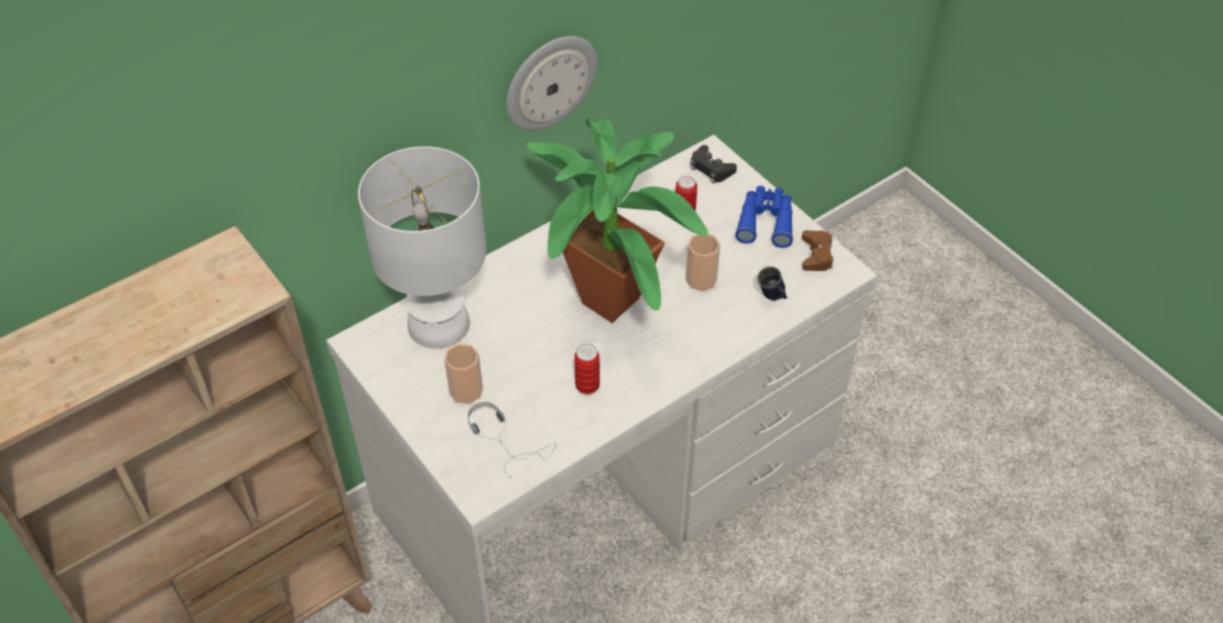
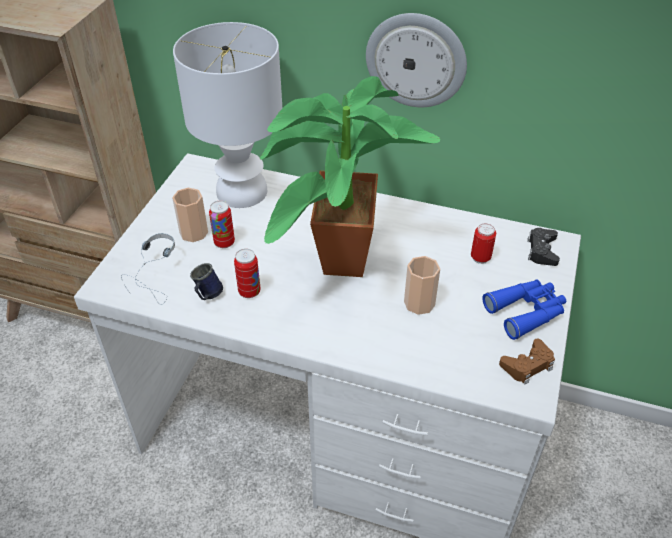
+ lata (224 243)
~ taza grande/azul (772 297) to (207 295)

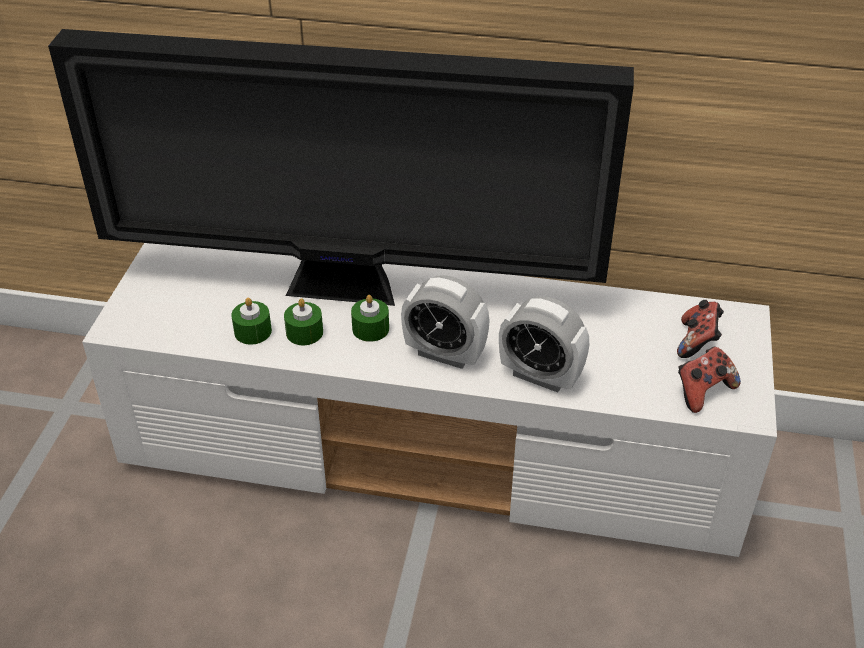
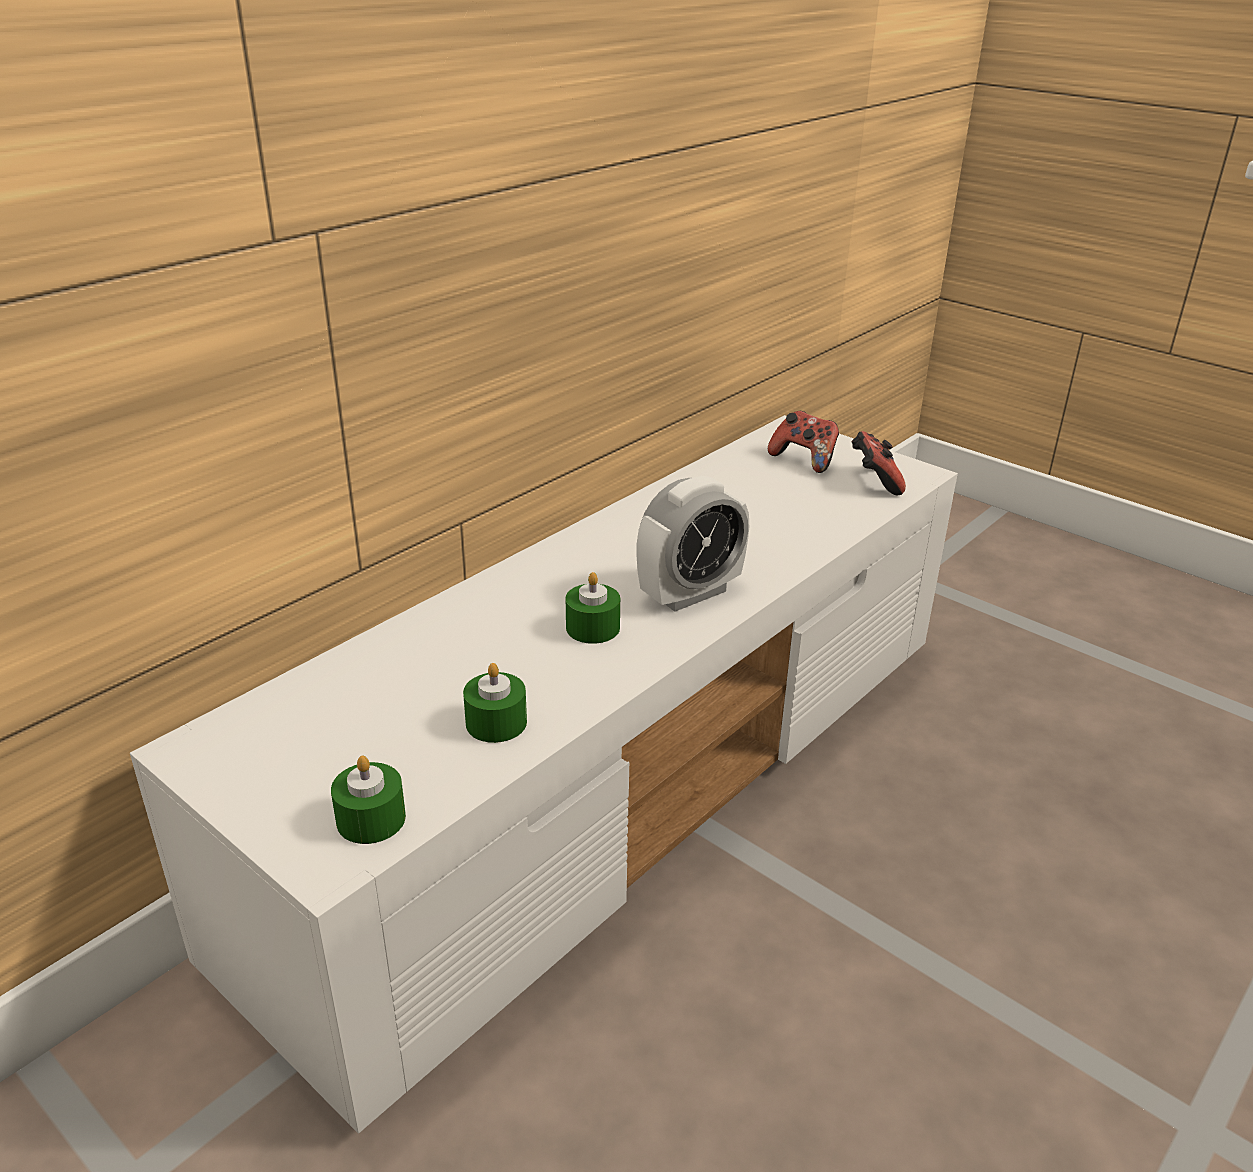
- televisor (351 291)
- despertador (540 376)
~ vela/verde (304 332) to (371 819)

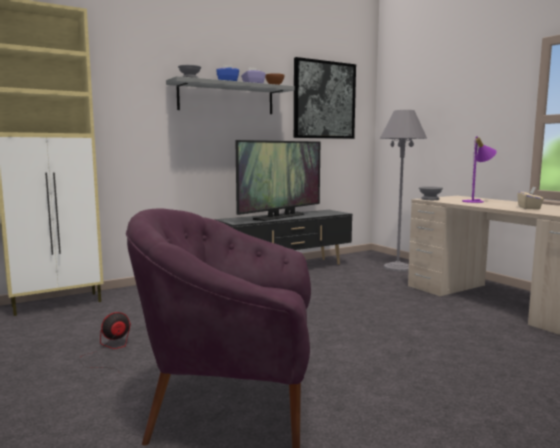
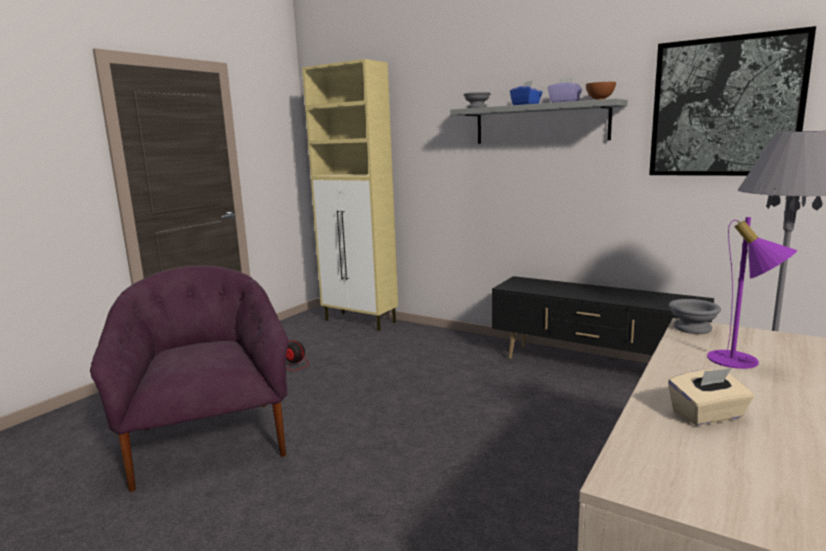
- televisor (280 217)

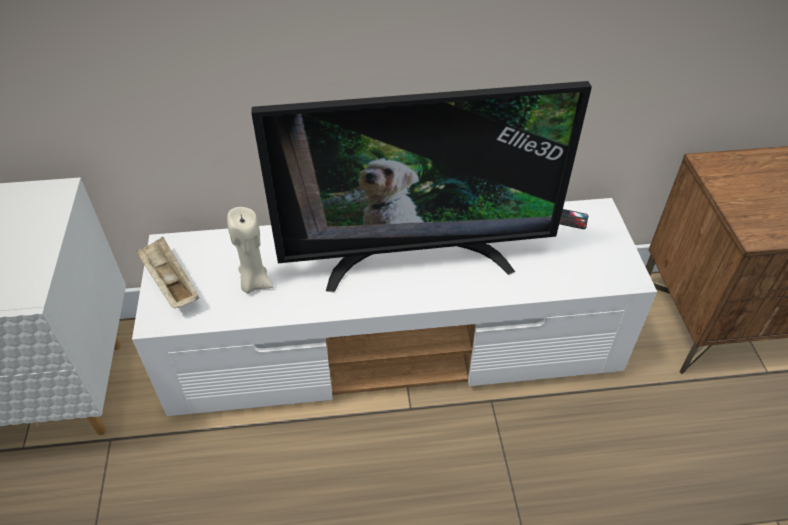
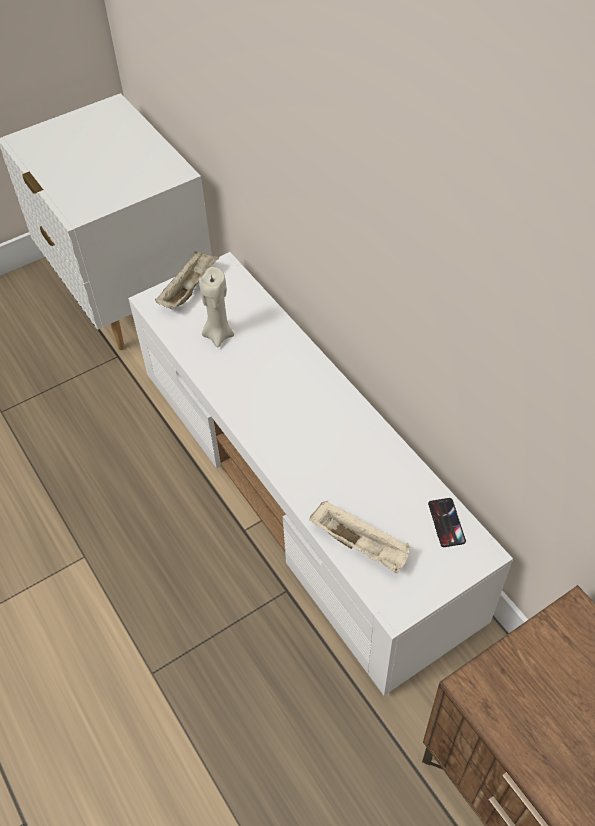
- televisor (416 257)
+ bandeja/beis (360 545)

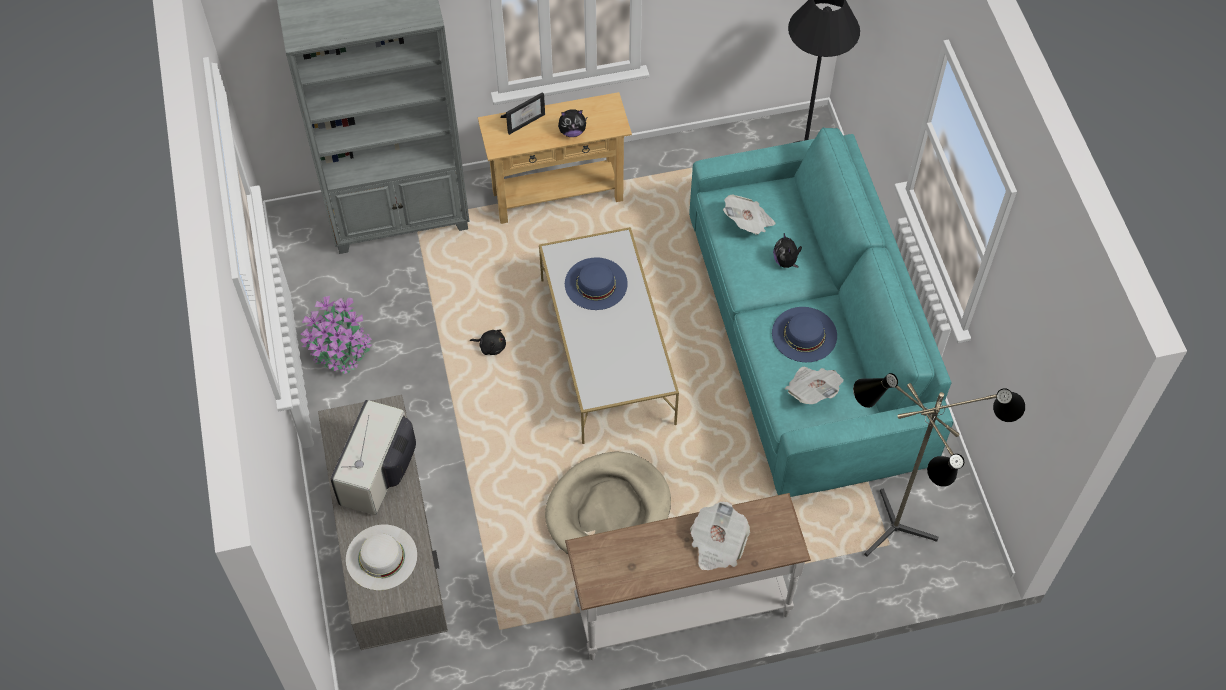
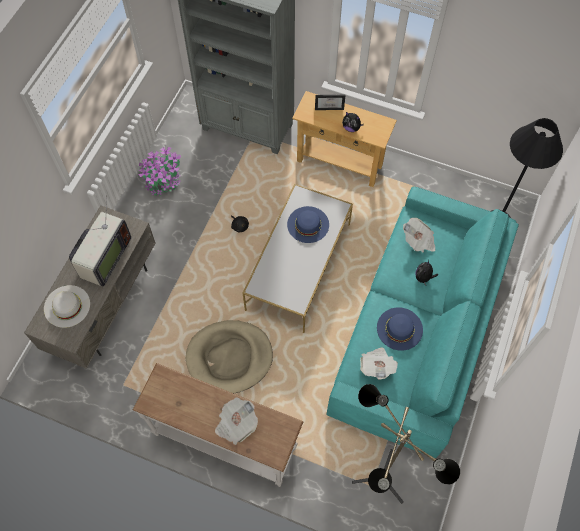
~ televisor (380 472) = (103 259) 150 degrees clockwise

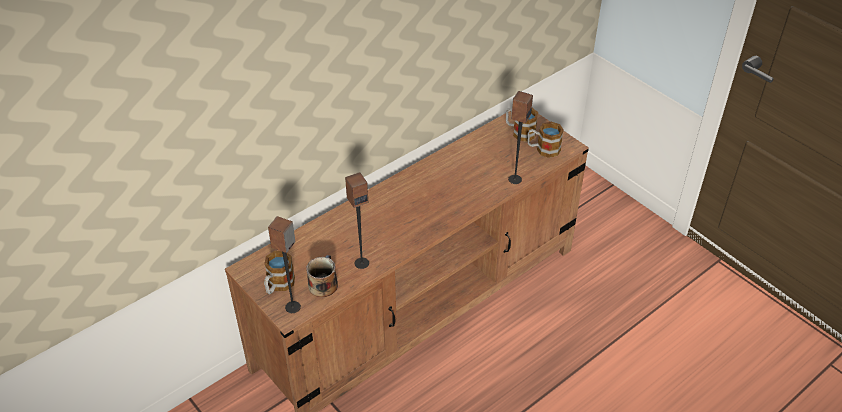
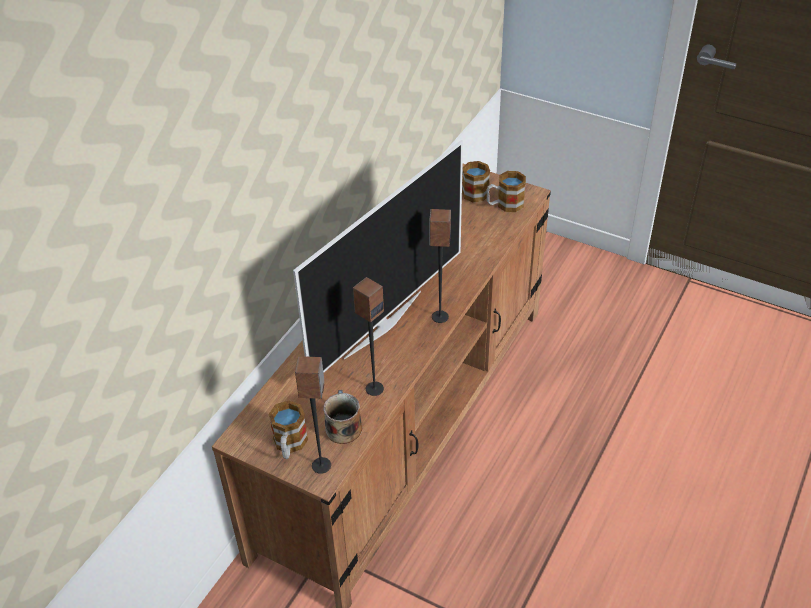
+ televisor (382 323)
~ altavoz (514 179) to (439 316)

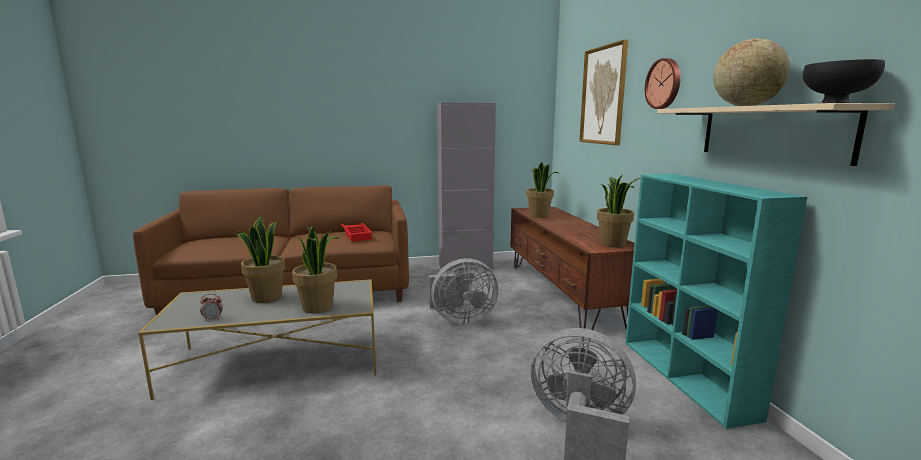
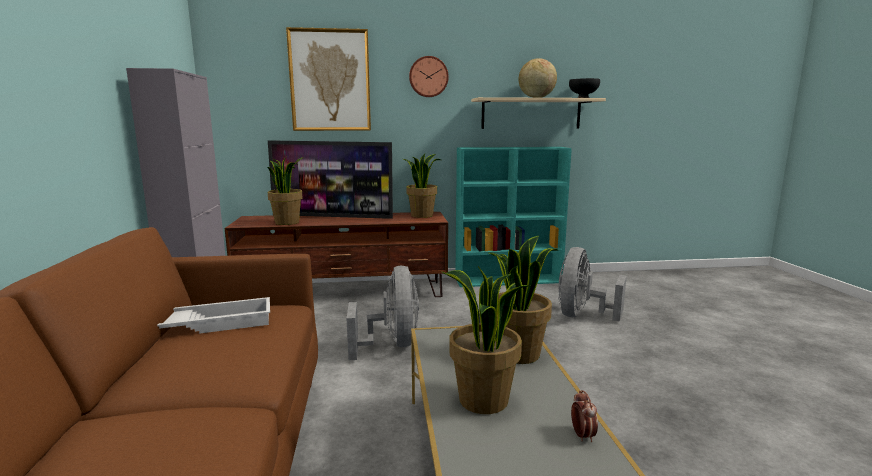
+ televisor (333 216)
~ bandeja/rojo (357 234) to bandeja/blanco (217 323)

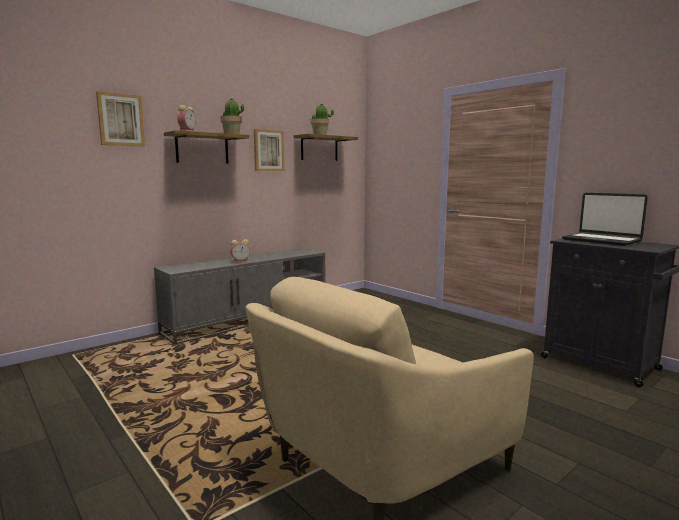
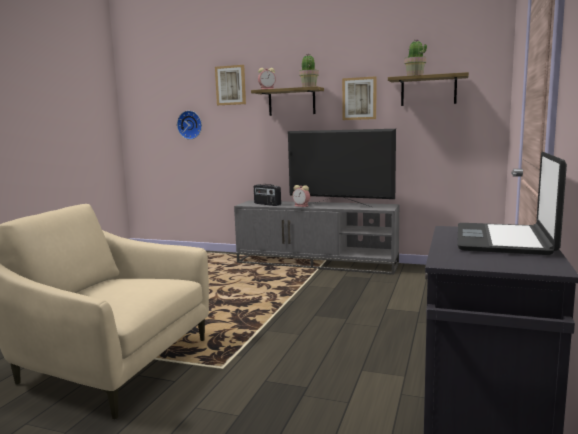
+ reloj de pared (190 125)
+ radio (267 204)
+ televisor (340 205)

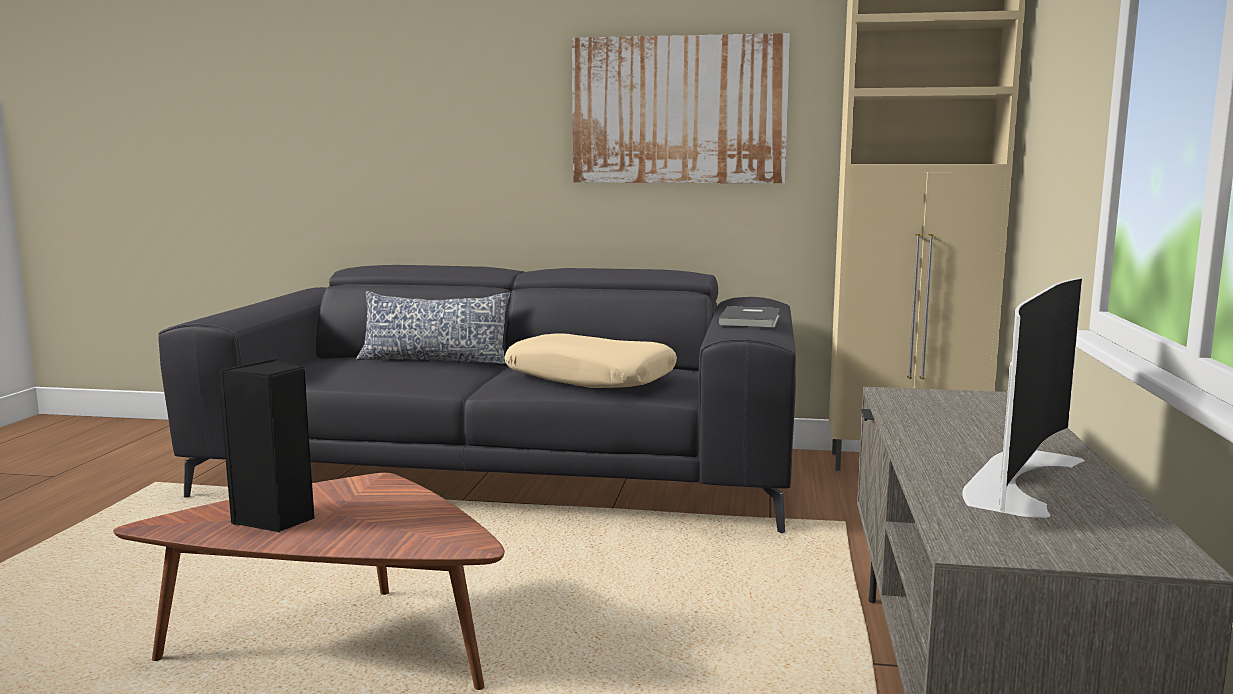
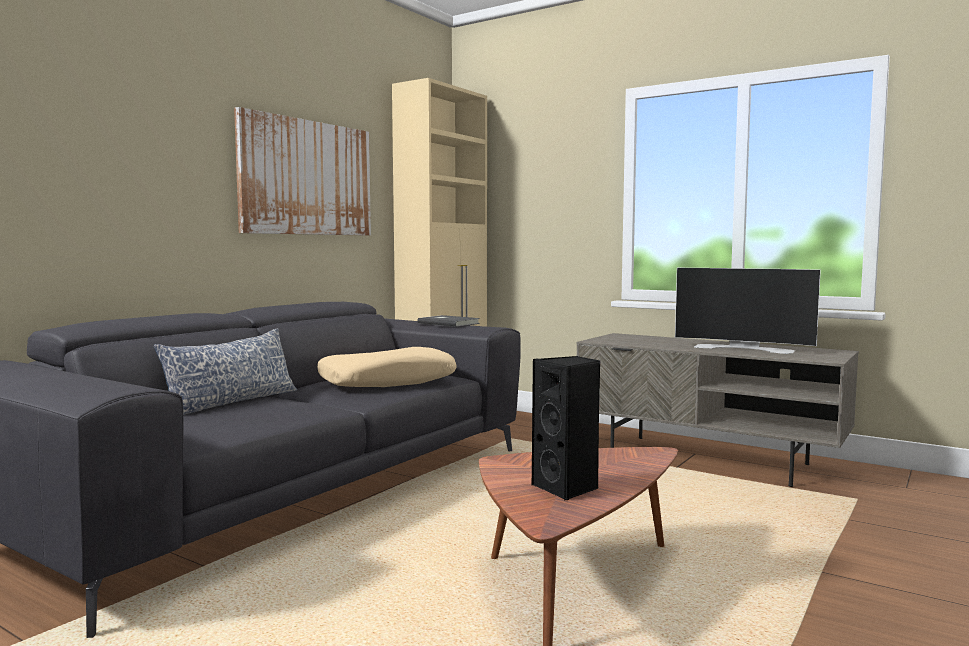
~ televisor (1015 476) = (744 348) 150 degrees clockwise

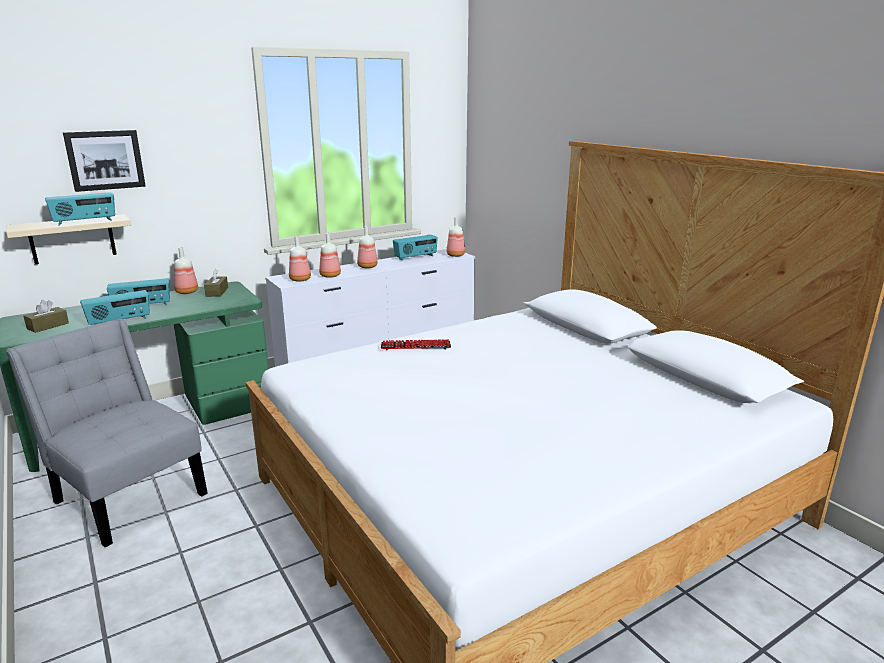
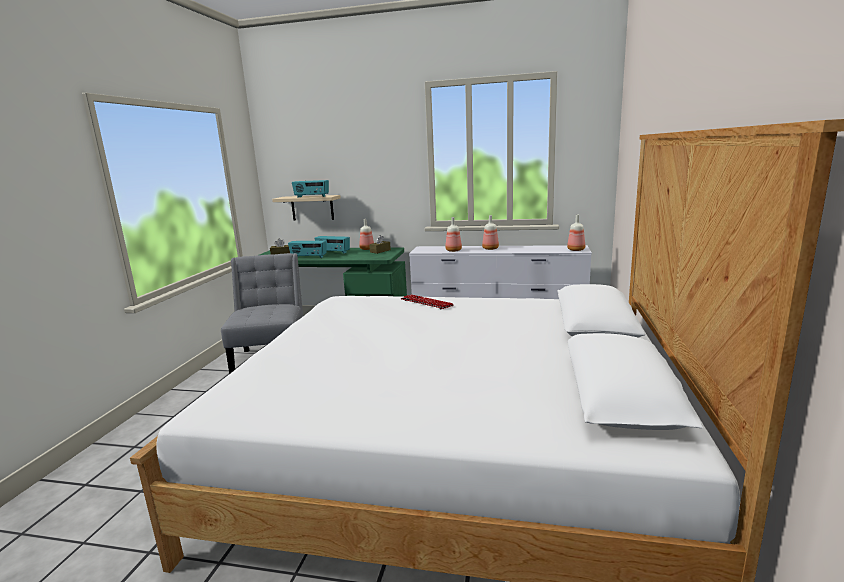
- cuadro (105 160)
- botella (301 279)
- radio (415 257)

